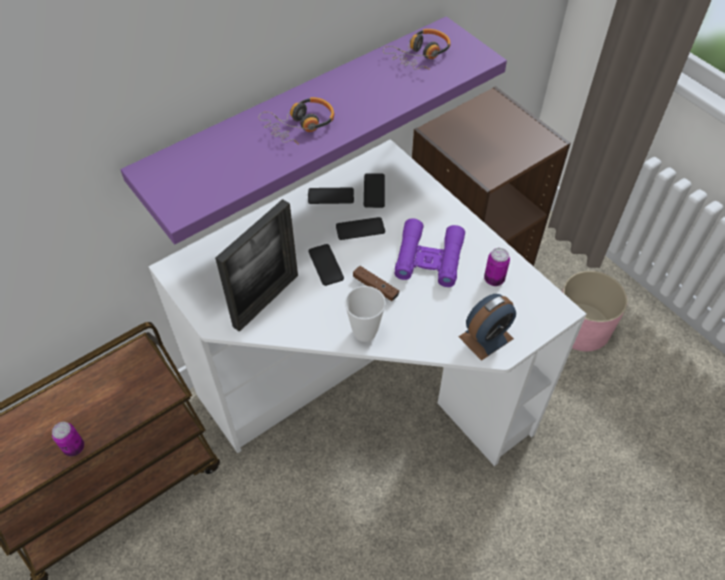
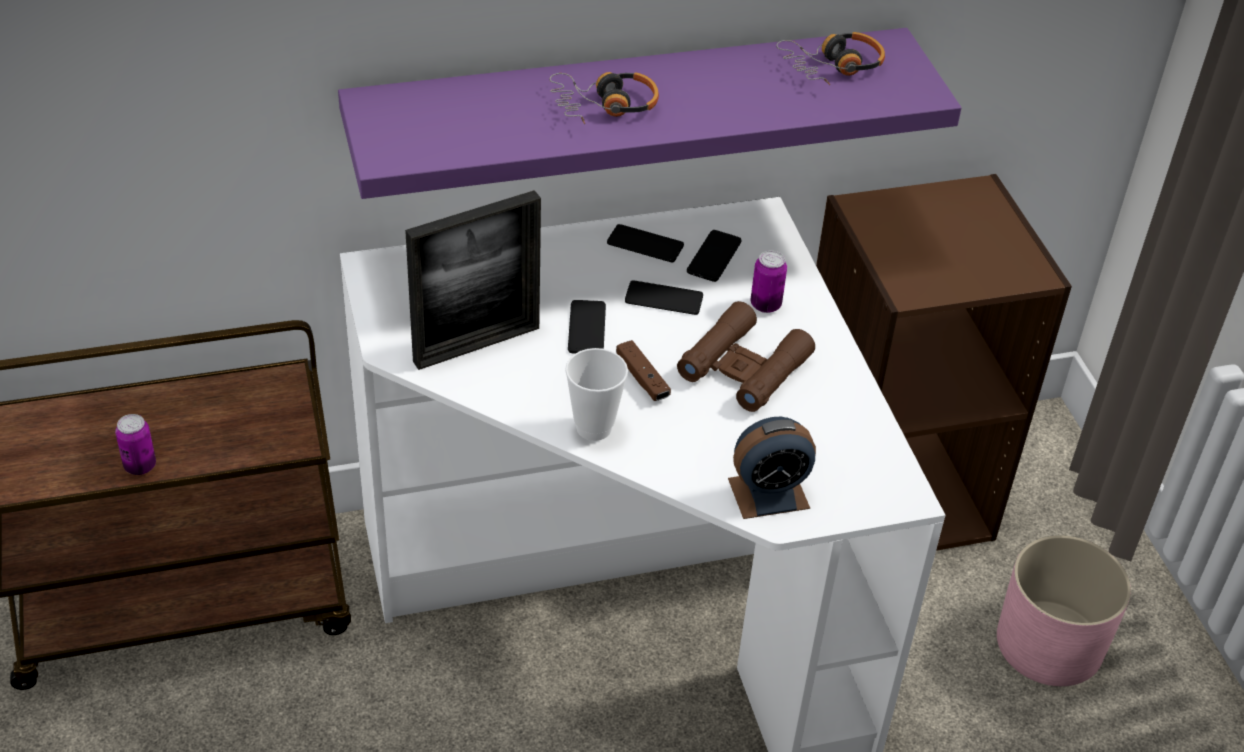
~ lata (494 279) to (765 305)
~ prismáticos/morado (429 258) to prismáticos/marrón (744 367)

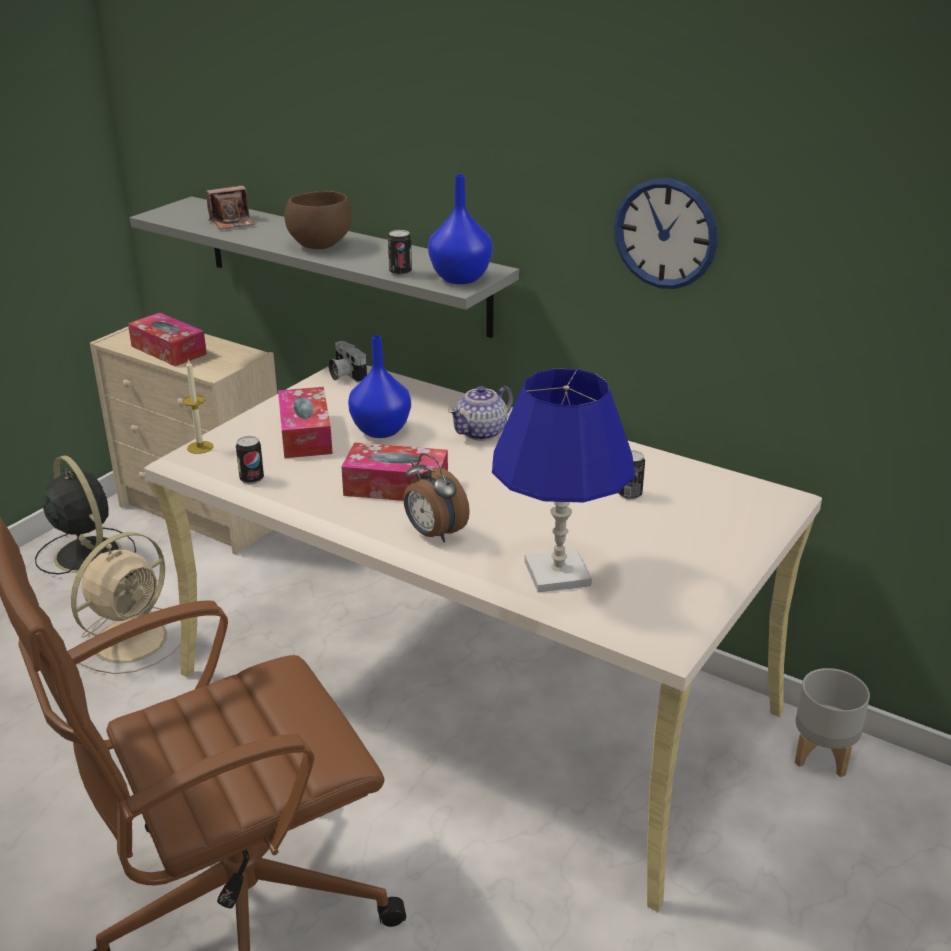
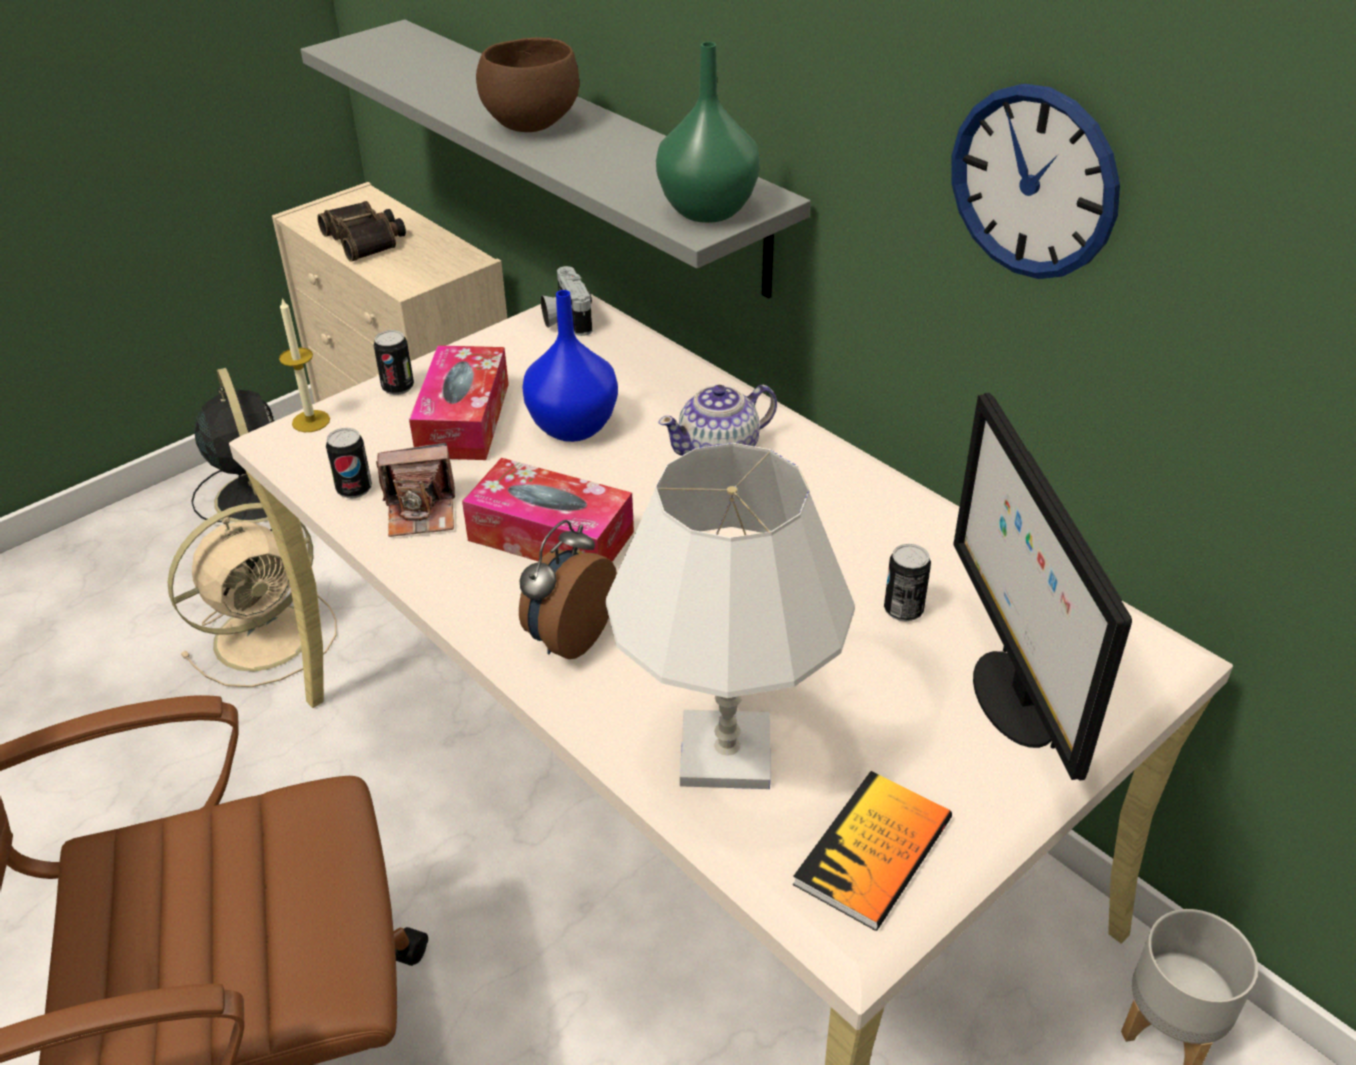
+ libro (873 851)
+ monitor (1012 697)
~ cámara (232 222) to (421 511)
~ lata (400 272) to (398 387)
~ caja de pañuelos (168 350) to prismáticos (366 239)
~ florero/azul (459 278) to florero/verde (706 210)
~ lámpara de mesa/azul (557 574) to lámpara de mesa/blanco (726 754)
~ despertador (433 534) = (567 637) 60 degrees clockwise

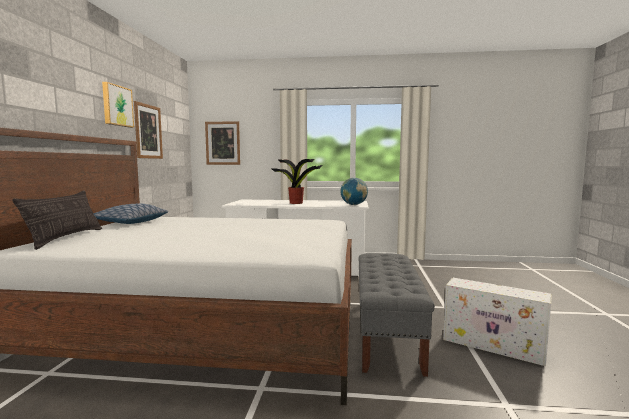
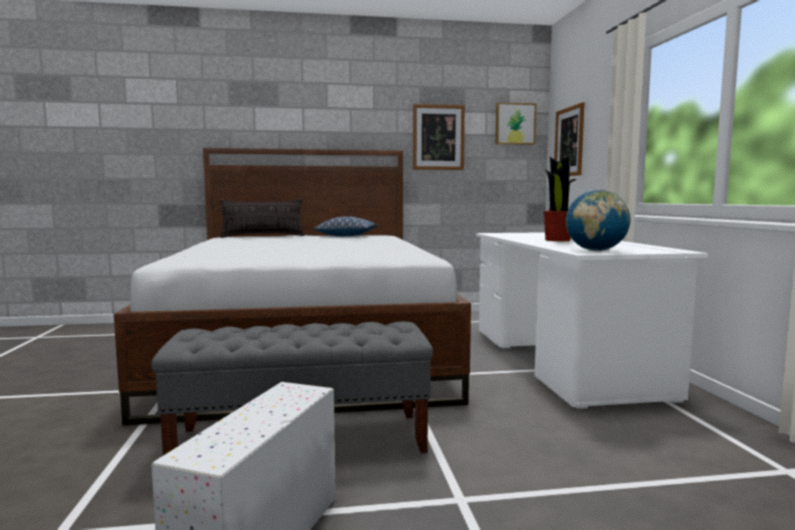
~ cuadro (116 106) to (514 124)

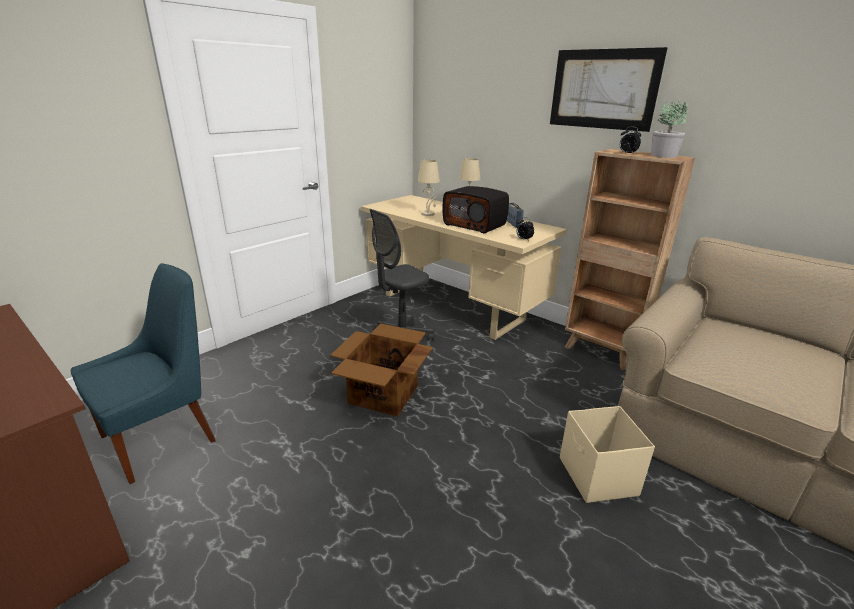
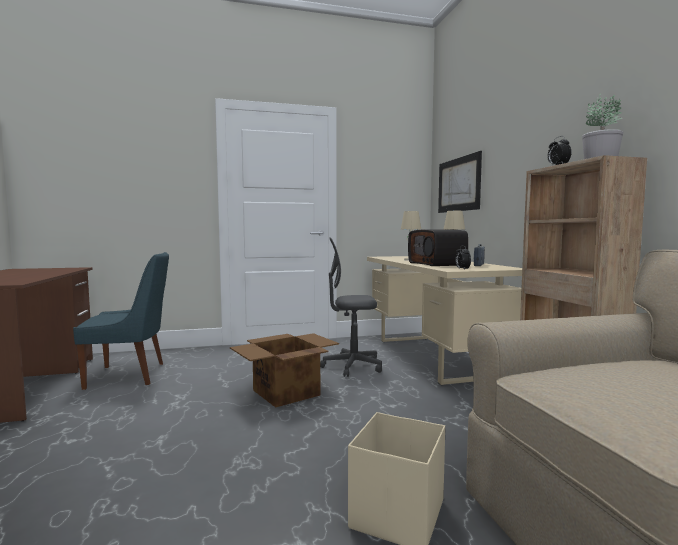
~ cuadro (603 89) to (458 184)

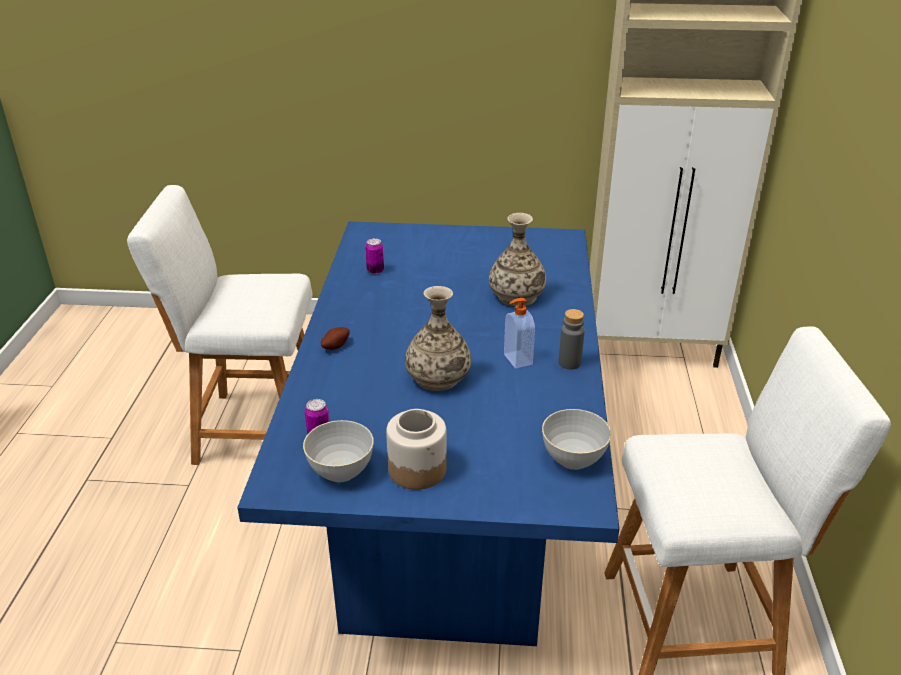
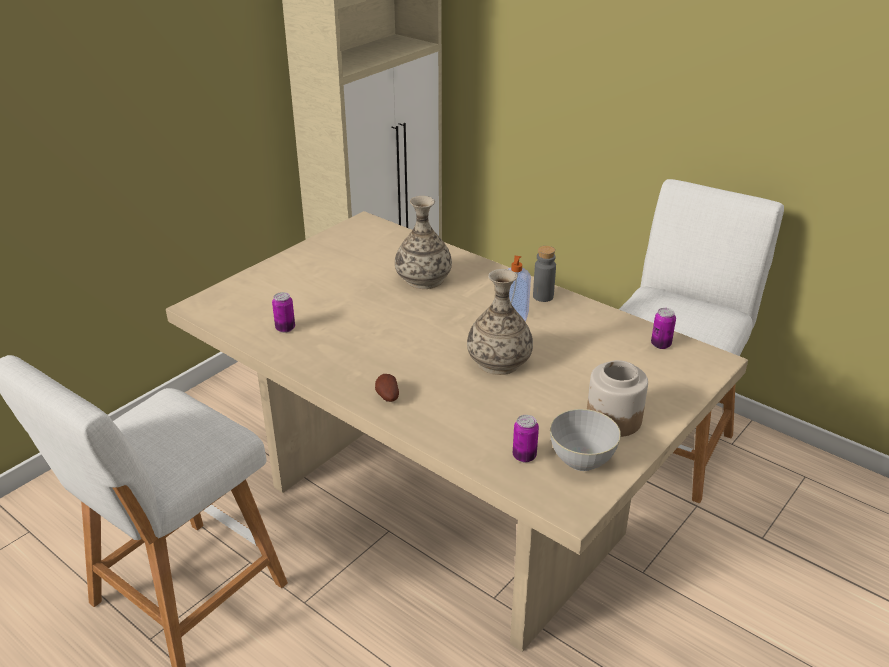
~ cuenco/gris (573 459) to lata (660 344)
~ mesa de comedor/azul (452 512) to mesa de comedor/beis (446 509)

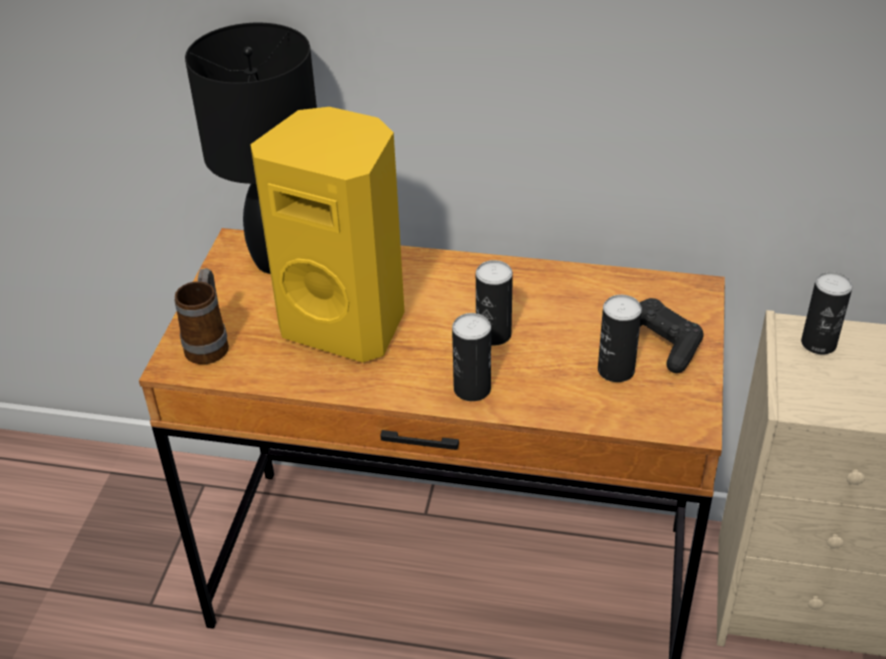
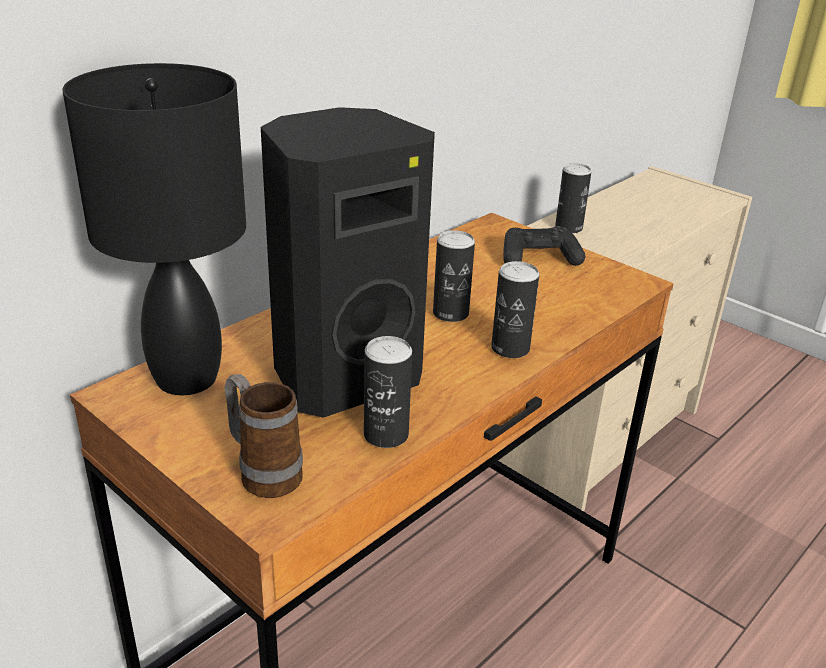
~ lata (616 370) to (386 435)
~ altavoz/amarillo (346 323) to altavoz/negro (343 376)

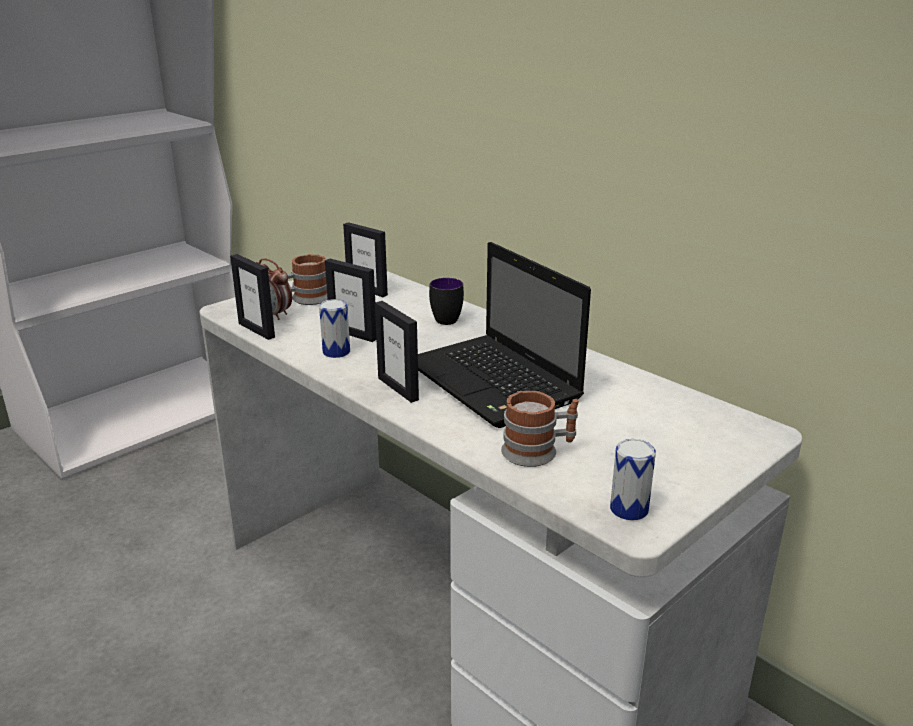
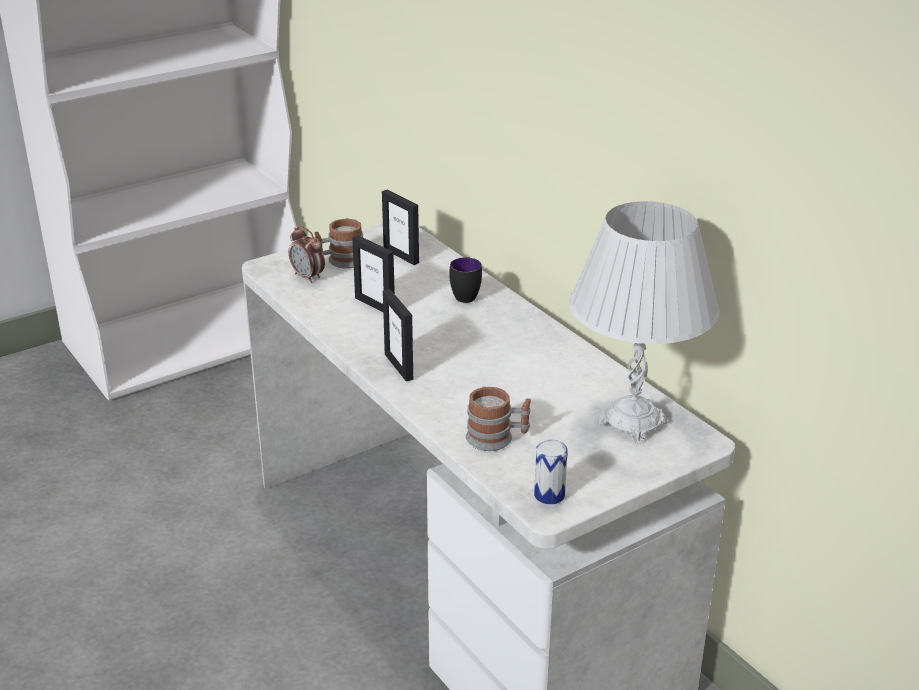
- portarretratos (257 330)
- lata (336 352)
- portátil (495 383)
+ lámpara de mesa/blanco (632 423)

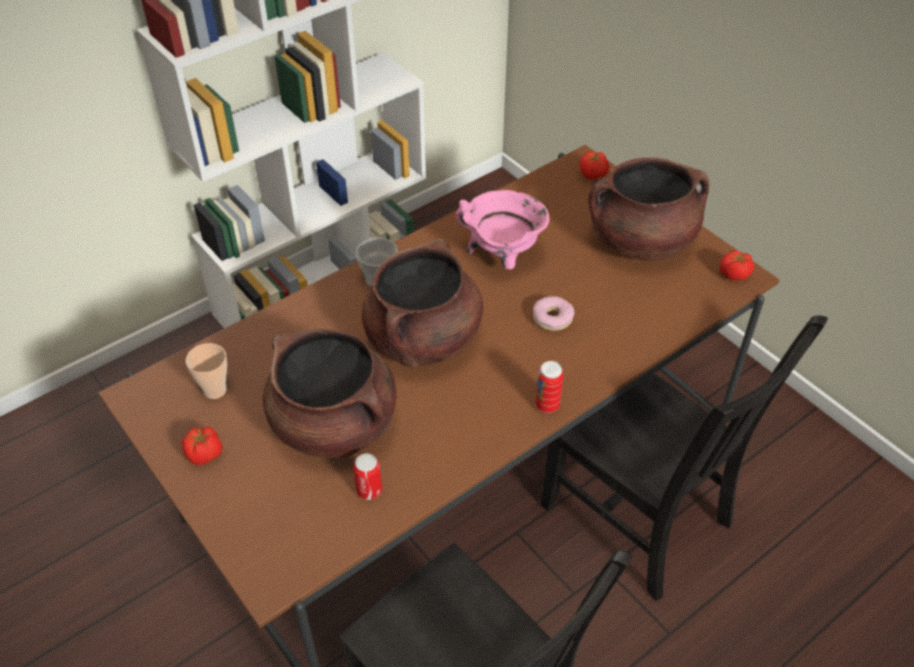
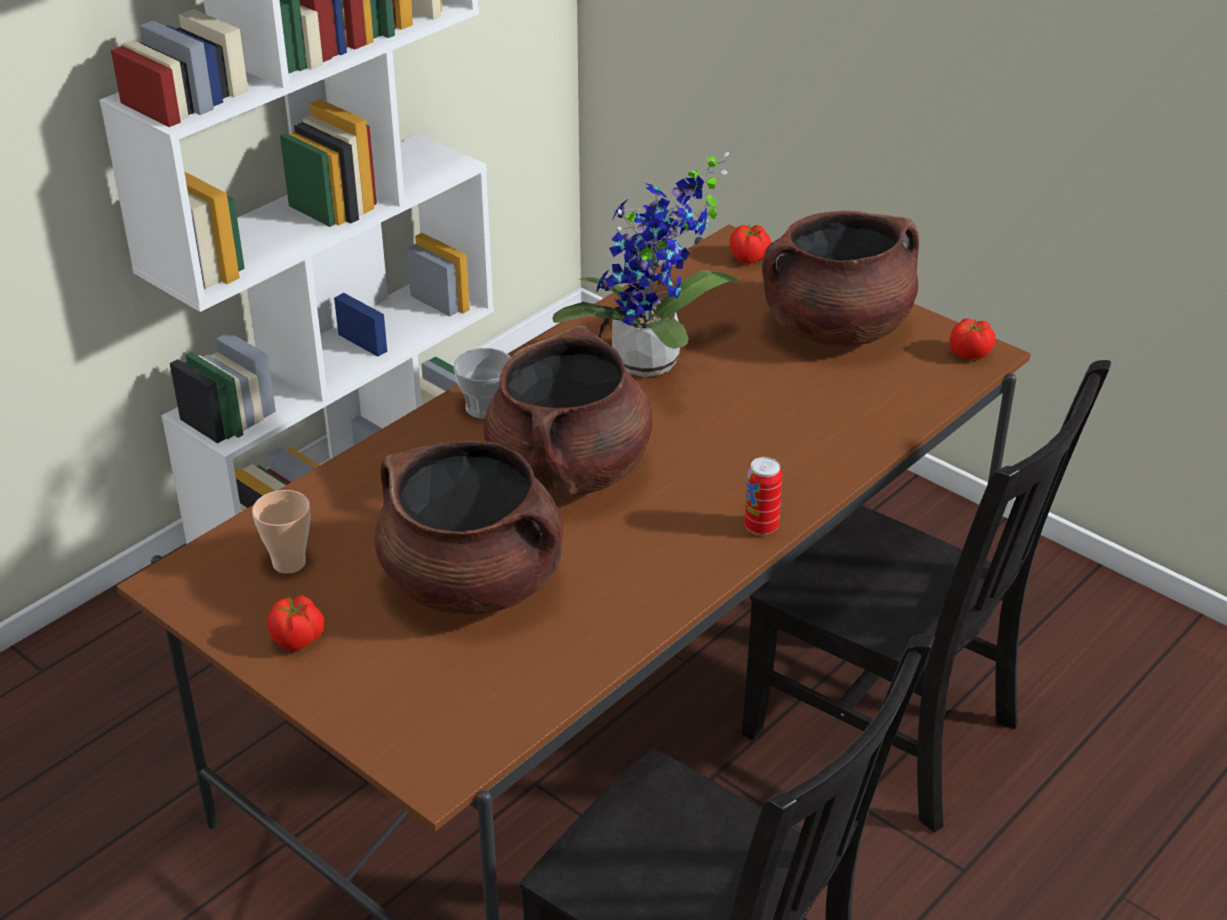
- lata (369 490)
- rosquilla (552 318)
~ olla/rosa (502 257) to planta en maceta (652 365)

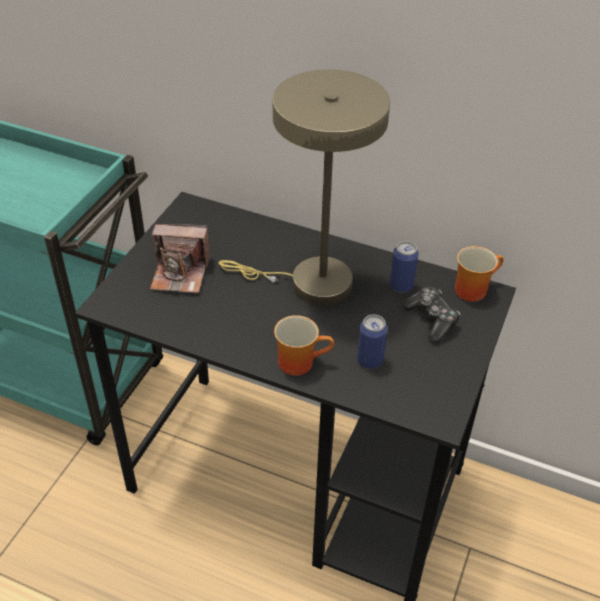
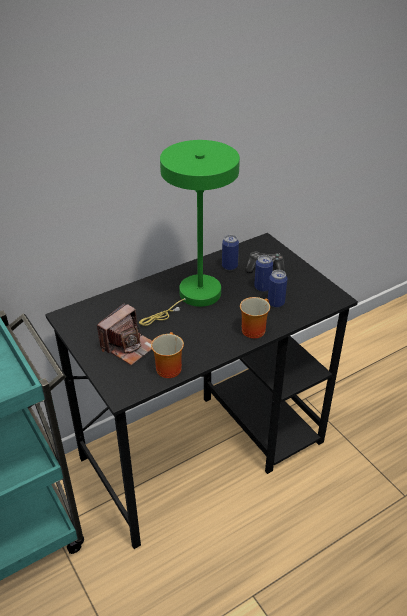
+ lata (262 287)
~ taza grande (472 288) to (167 367)
~ lámpara de mesa/beis (310 283) to lámpara de mesa/verde (194 297)

